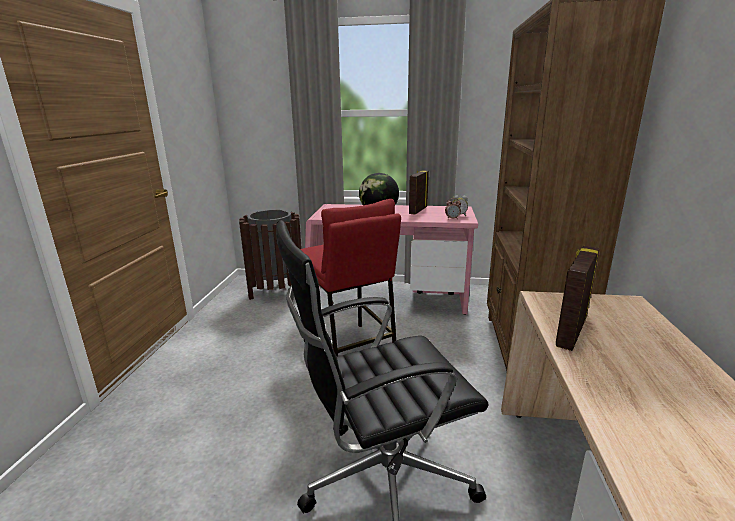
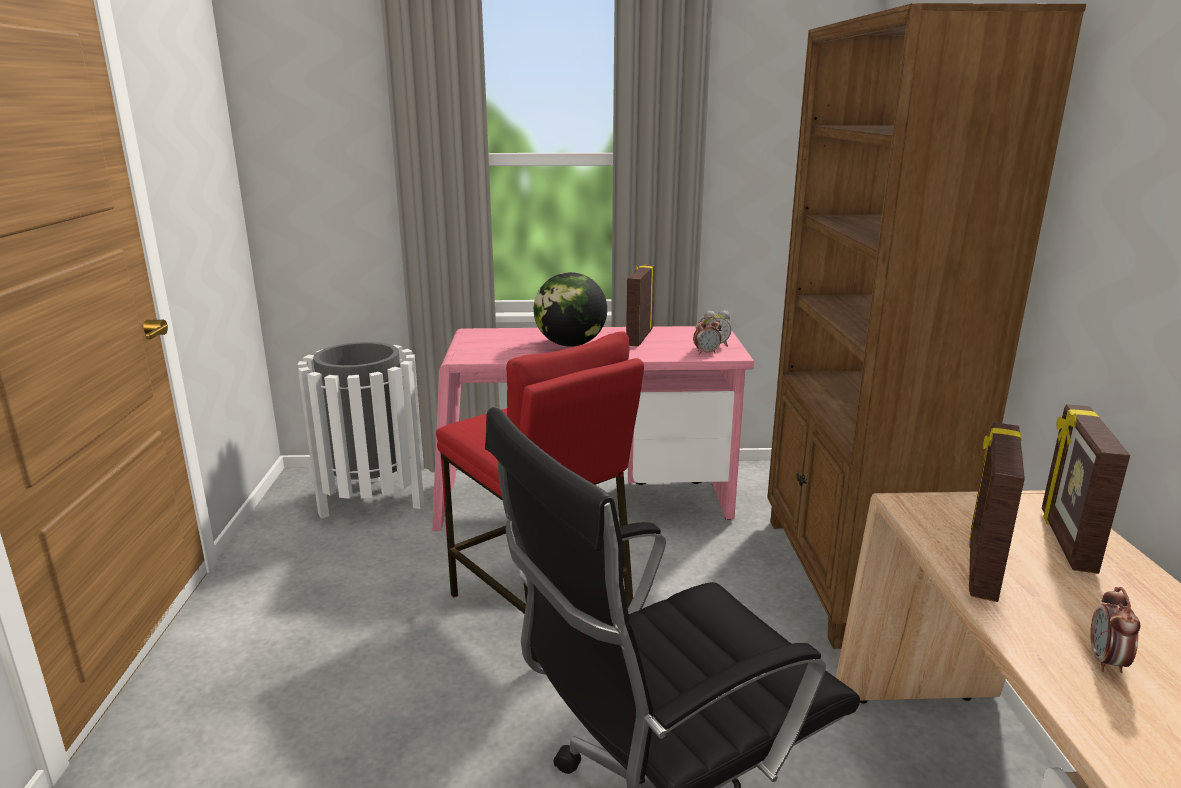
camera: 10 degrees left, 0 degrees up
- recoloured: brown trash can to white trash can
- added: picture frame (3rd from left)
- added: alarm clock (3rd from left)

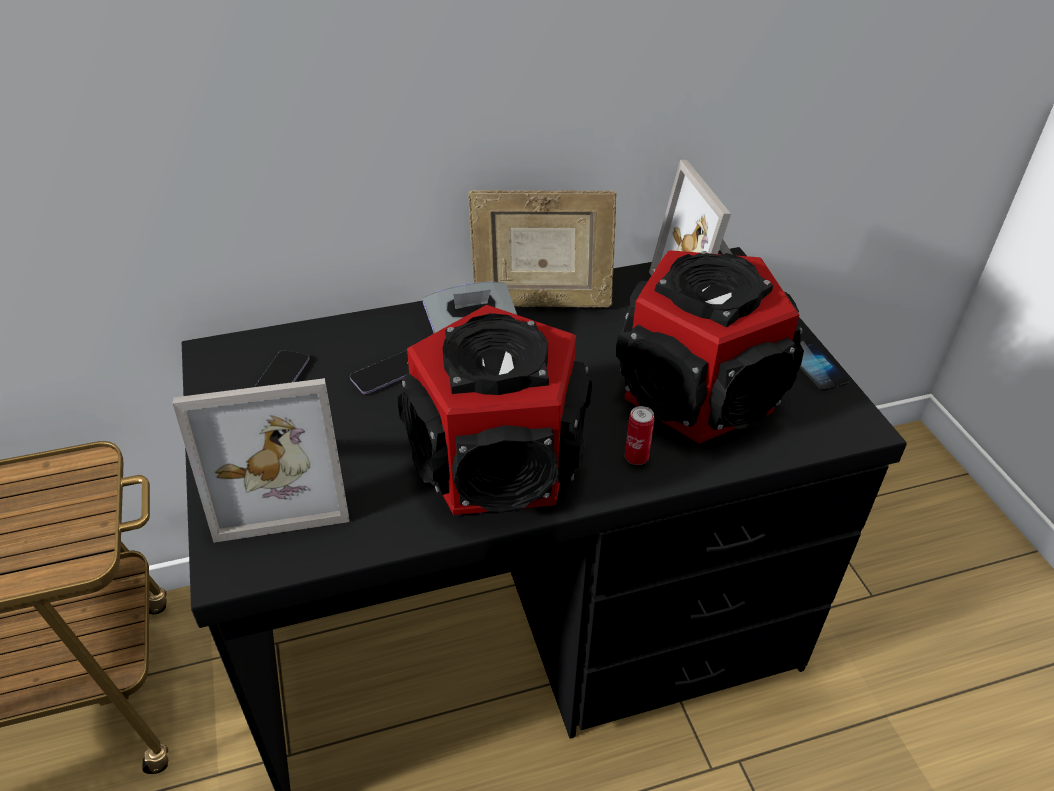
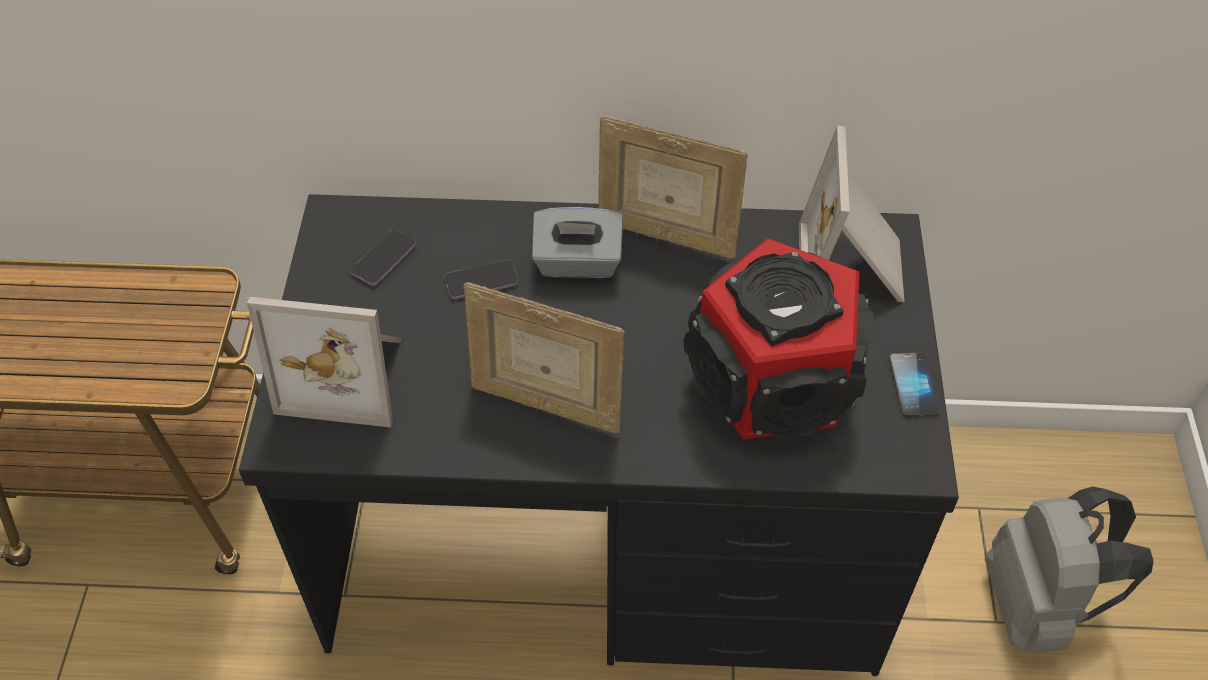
camera: 20 degrees right, 10 degrees up
- replaced: speaker (1st from left) to picture frame (2nd from left)
- removed: can
- added: grey backpack

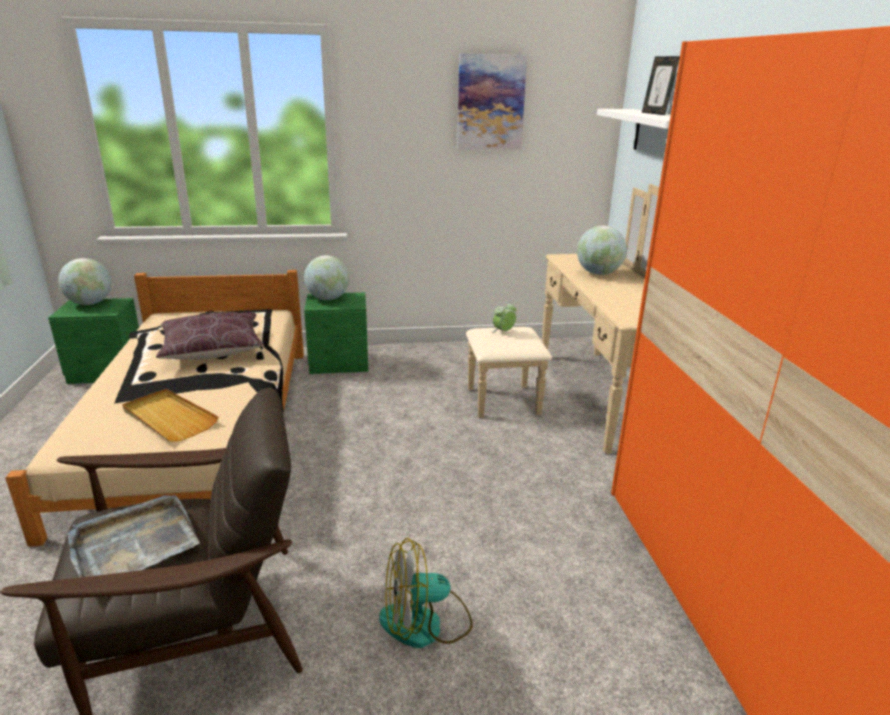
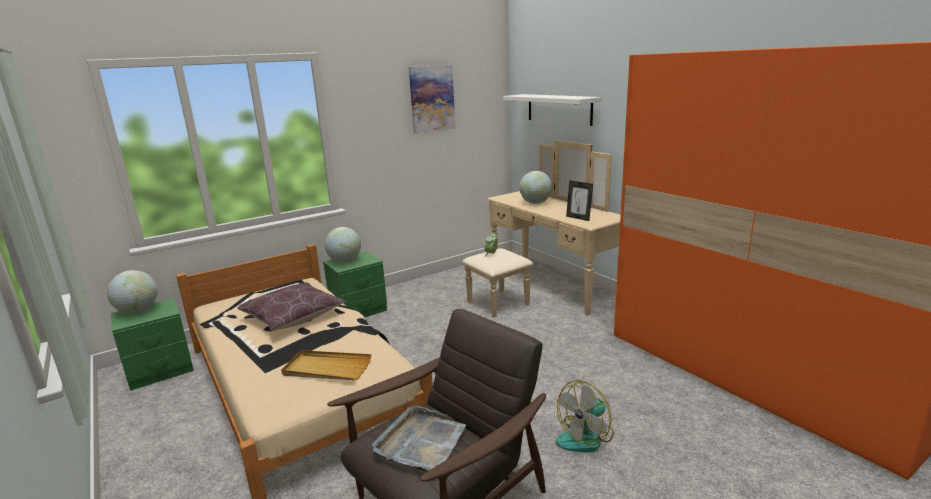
camera: 25 degrees left, 5 degrees down
- moved: picture frame

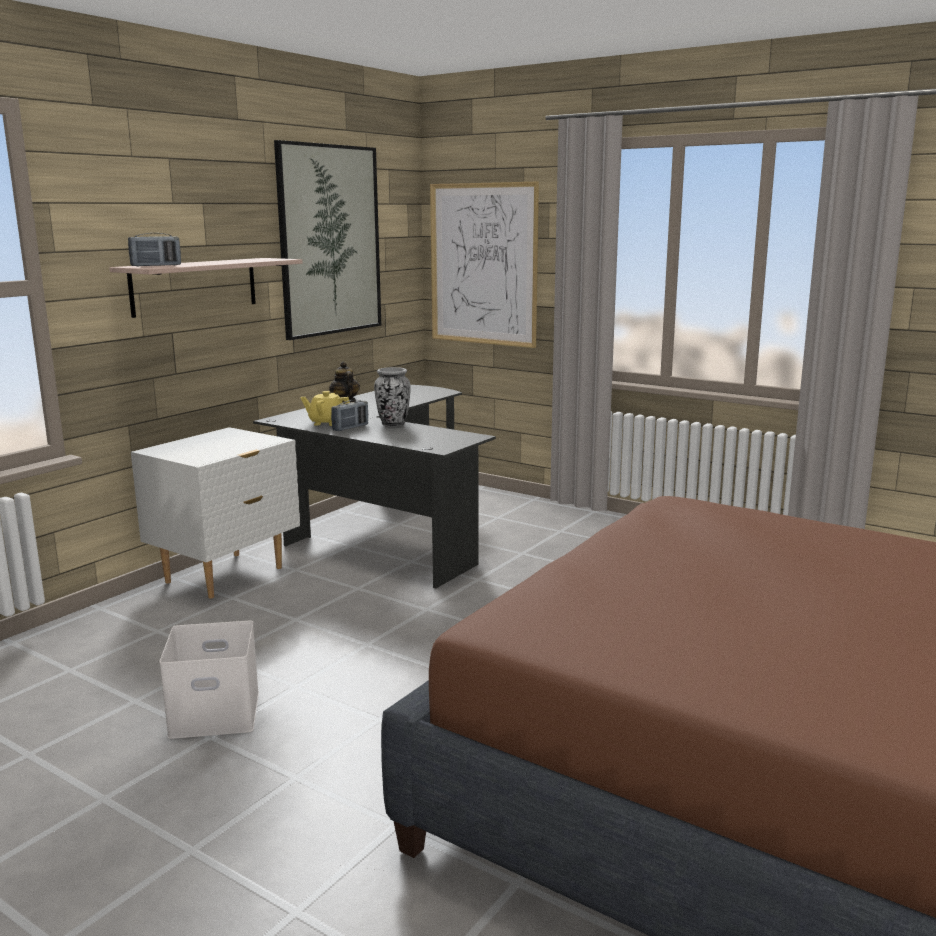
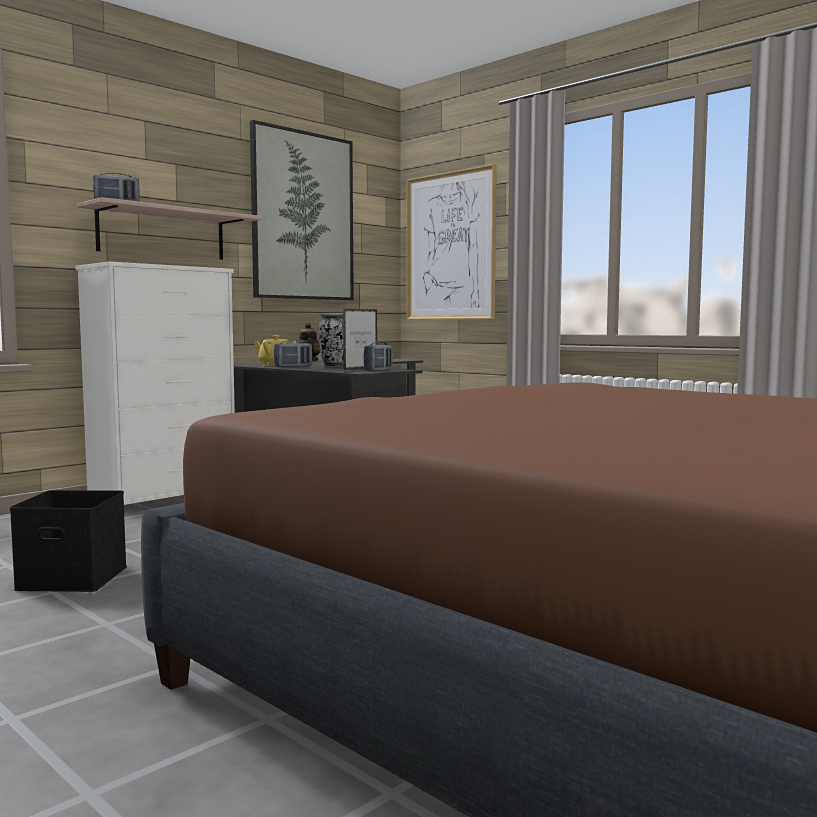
camera: 10 degrees right, 10 degrees down
- replaced: white nightstand to white dresser
- recoloured: white storage box to black storage box
- added: picture frame
- added: radio (3rd from left)

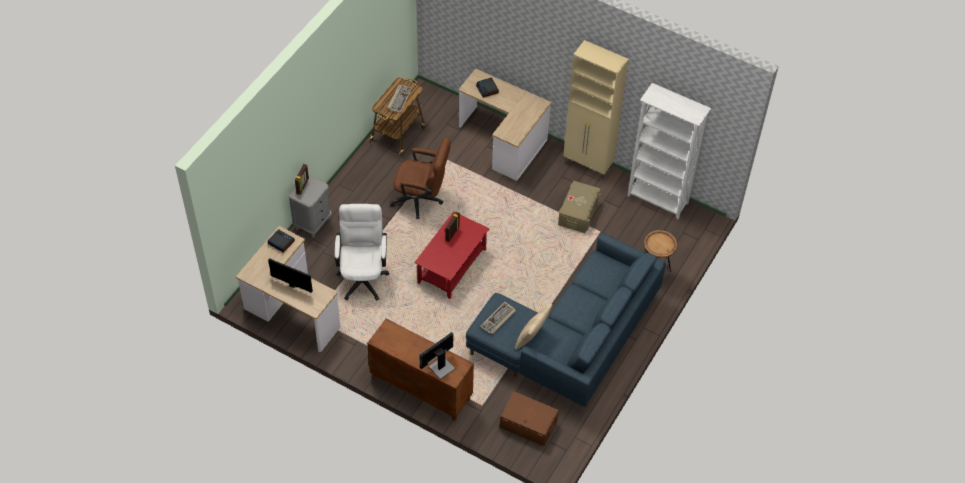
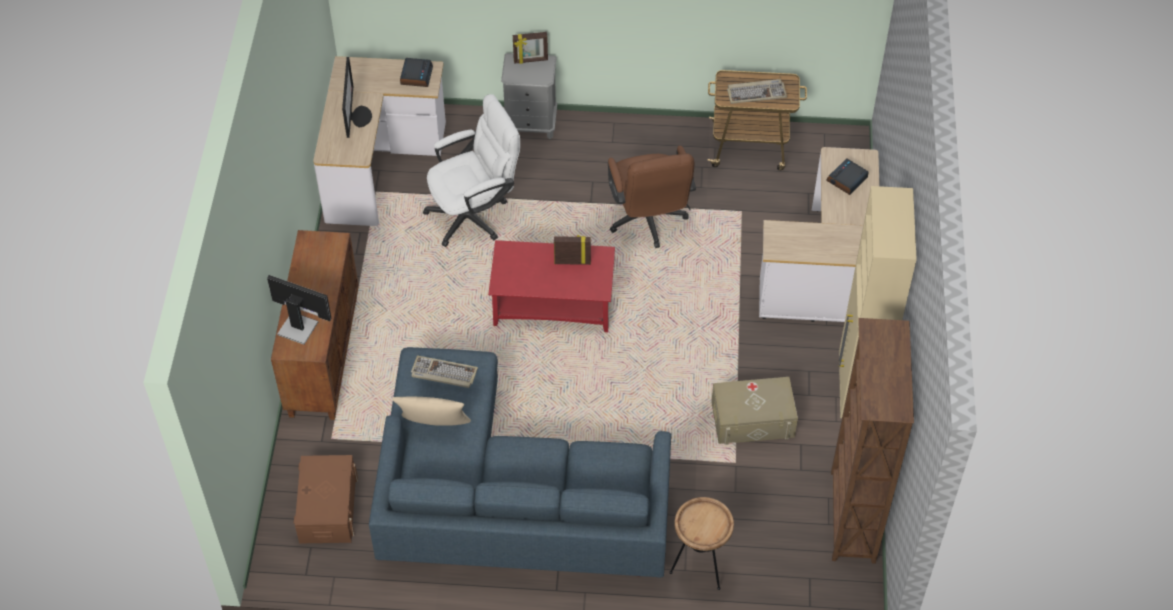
camera: 65 degrees right, 0 degrees up
- recoloured: white bookcase to brown bookcase

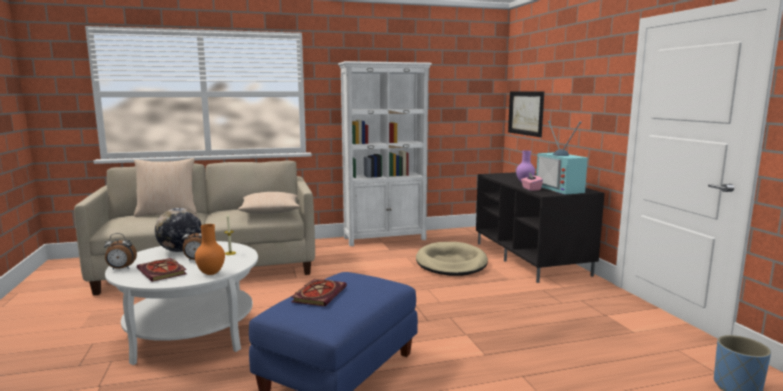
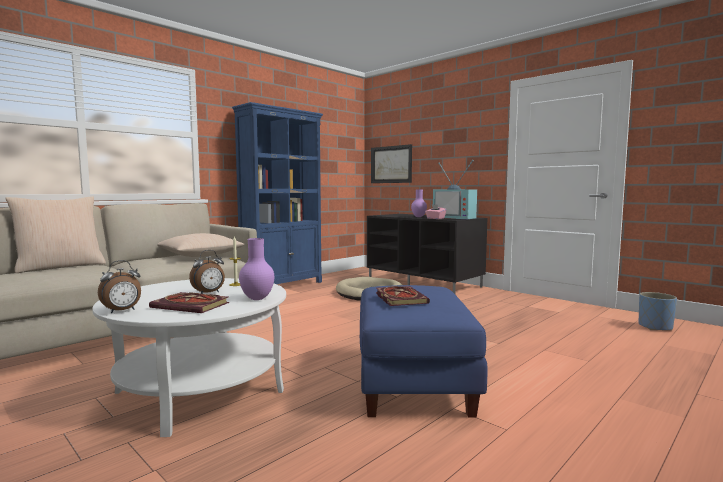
camera: 30 degrees left, 5 degrees down
- recoloured: white bookcase to blue bookcase
- removed: globe
- recoloured: orange vase to purple vase (1st from left)

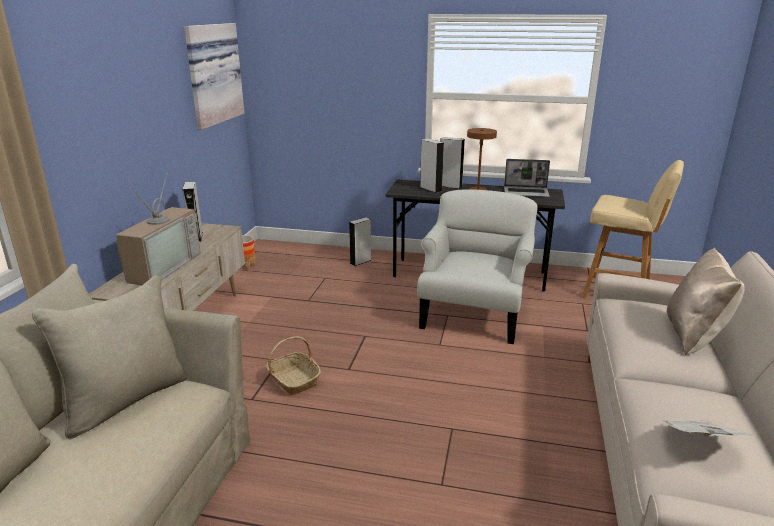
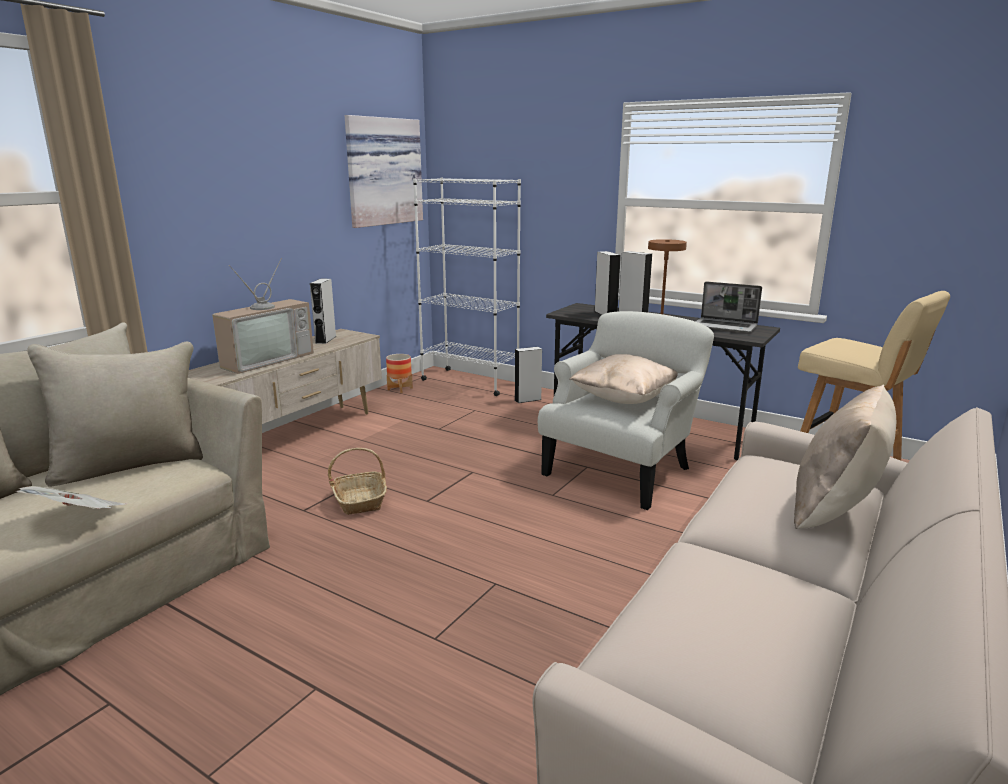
camera: 20 degrees right, 5 degrees down
- moved: newspaper
- added: white bookcase
- added: beige pillow (1st from left)

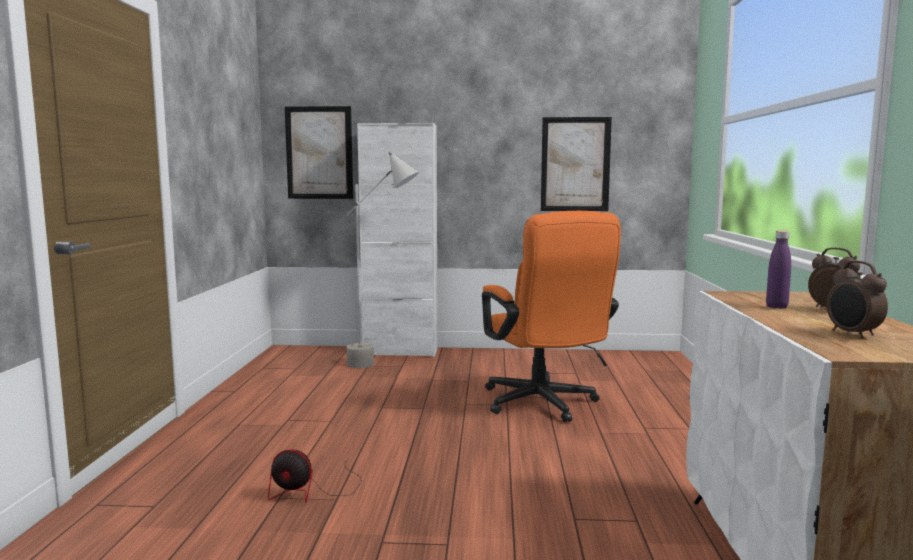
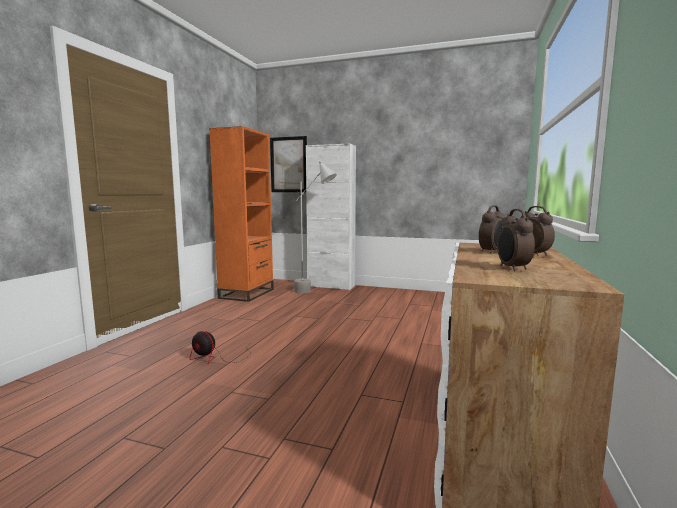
camera: 15 degrees right, 0 degrees up
- removed: picture (2nd from left)
- removed: orange office chair
- replaced: purple bottle to alarm clock (1st from left)
- added: orange bookcase

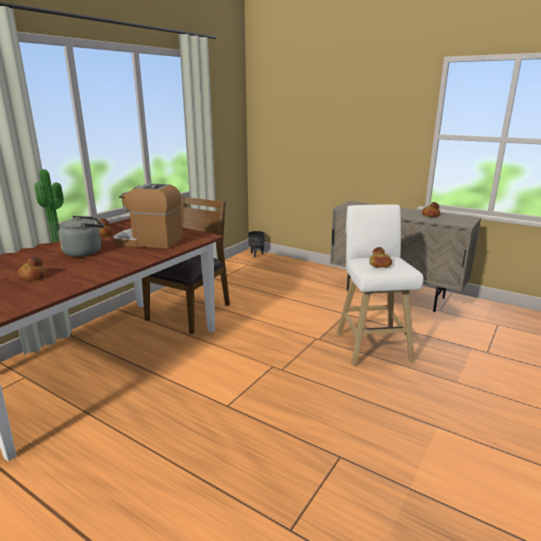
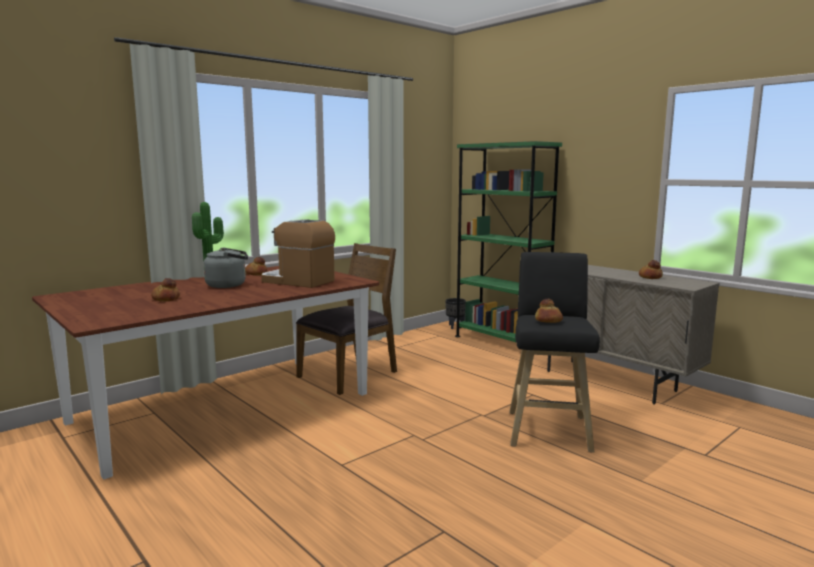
camera: 15 degrees right, 10 degrees down
- recoloured: white stool to black stool
- added: green bookcase

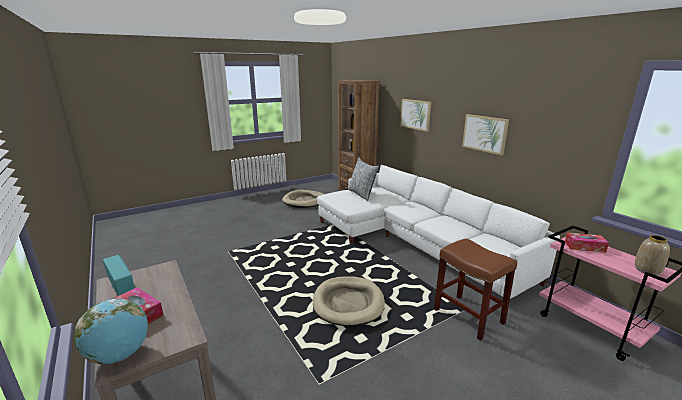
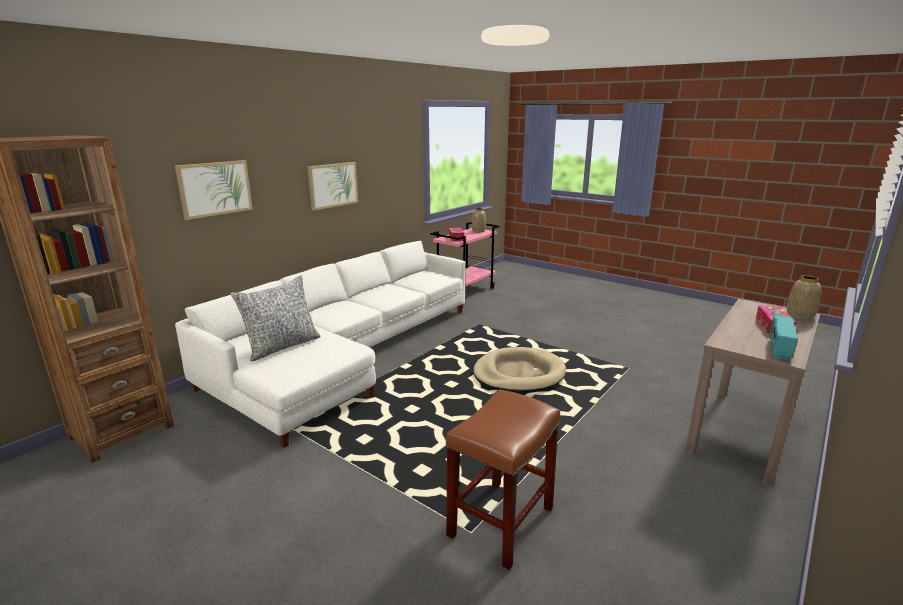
camera: 110 degrees left, 0 degrees up
- removed: beige dog bed (1st from left)
- moved: brown stool
- replaced: globe to vase (2nd from left)

